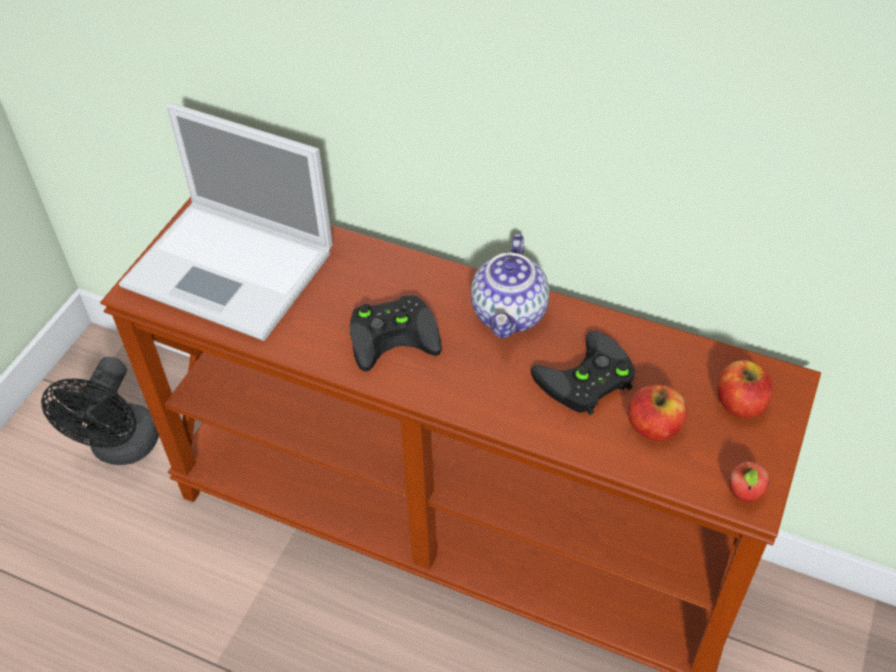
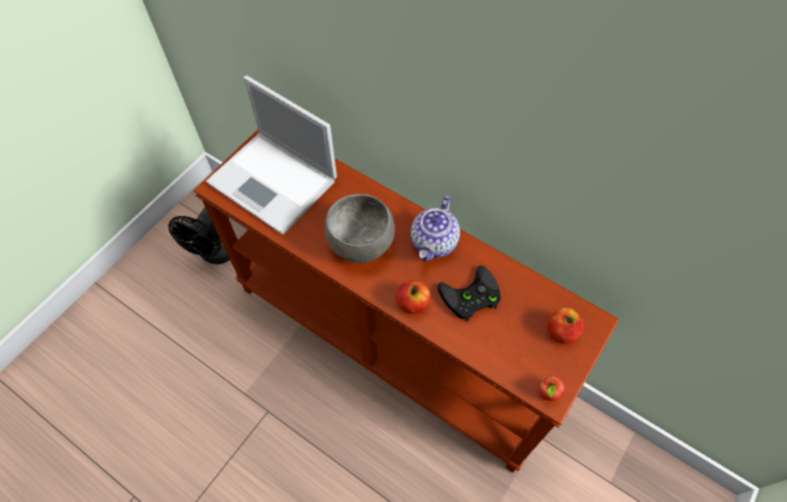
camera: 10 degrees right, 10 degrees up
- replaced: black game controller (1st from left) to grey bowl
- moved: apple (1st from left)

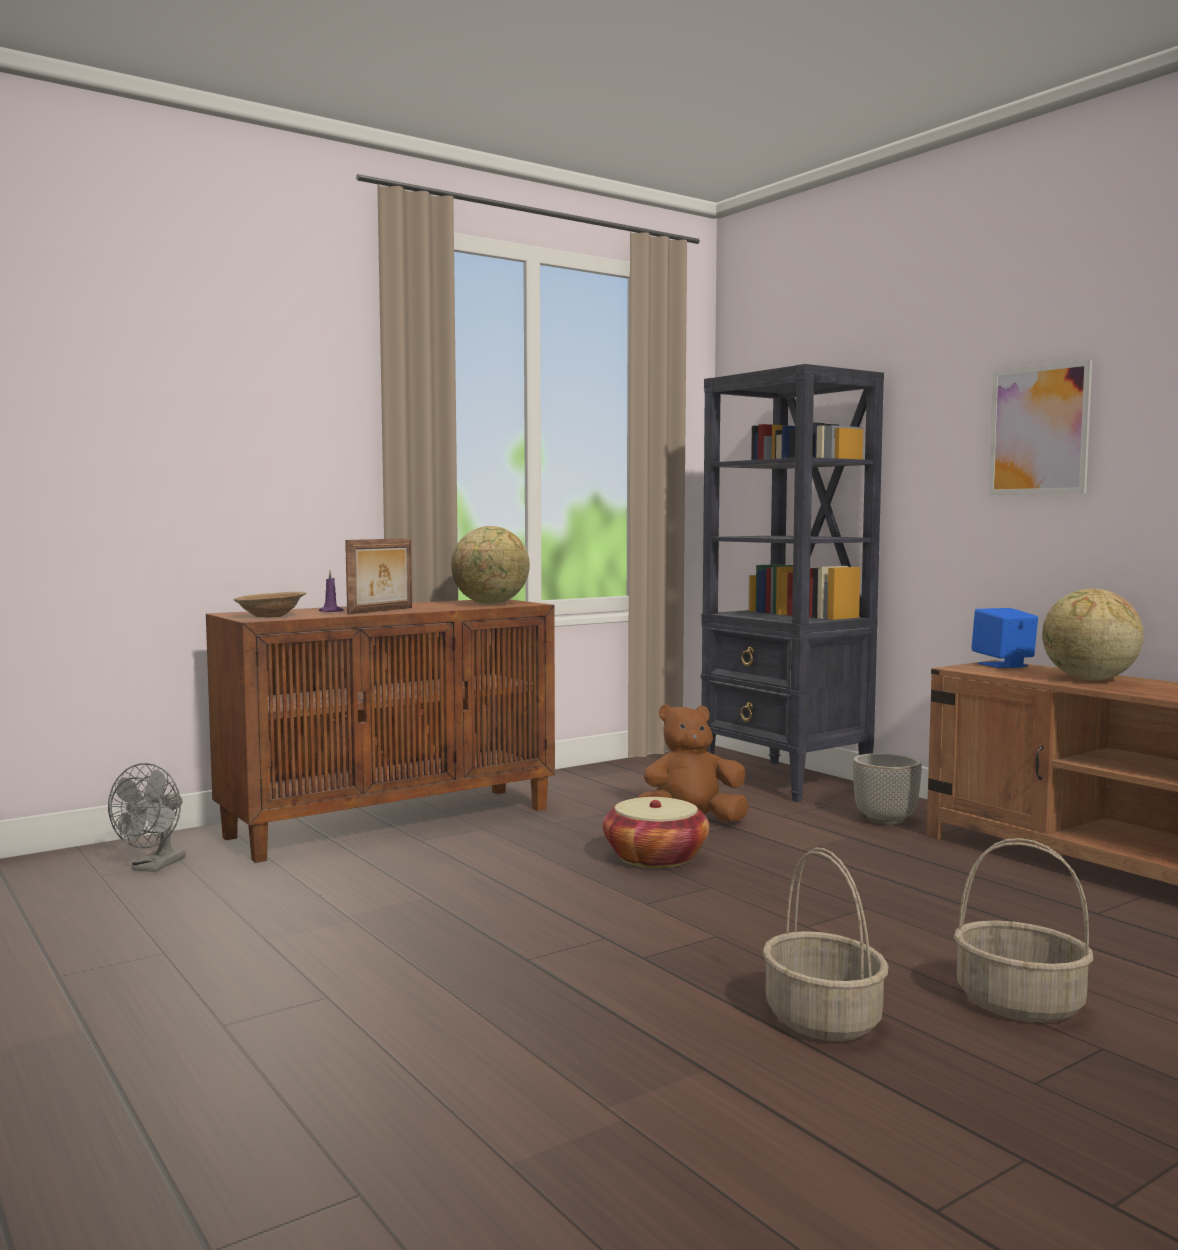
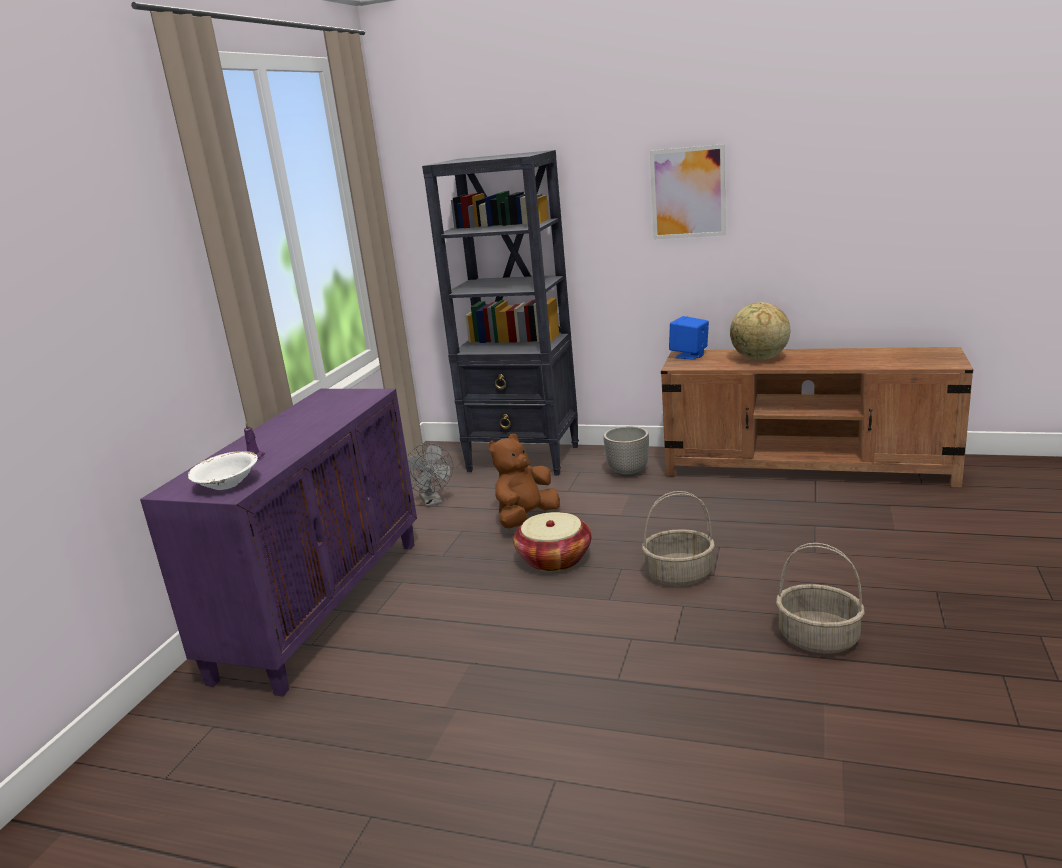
camera: 35 degrees left, 15 degrees up
- removed: globe (1st from left)
- removed: picture frame
- recoloured: brown bowl to white bowl
- recoloured: brown cabinet to purple cabinet
- moved: grey fan
- moved: basket (3rd from left in the first image) to basket (2nd from left)

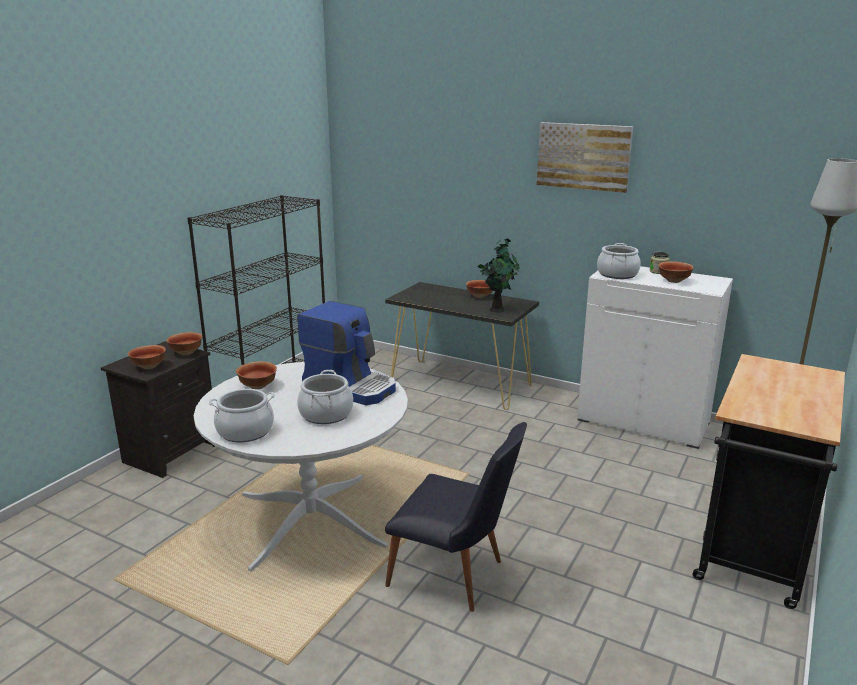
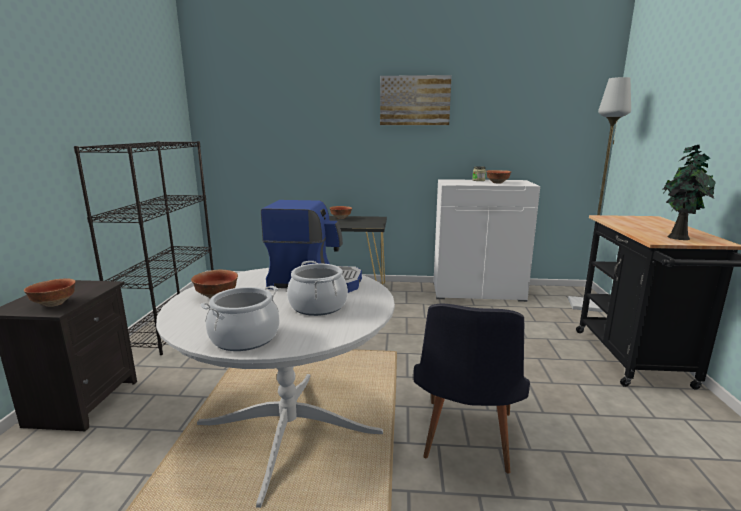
camera: 25 degrees left, 5 degrees down
- moved: potted plant
- removed: cooking pot (3rd from left)
- removed: bowl (2nd from left)
- turned: black chair 105 degrees clockwise

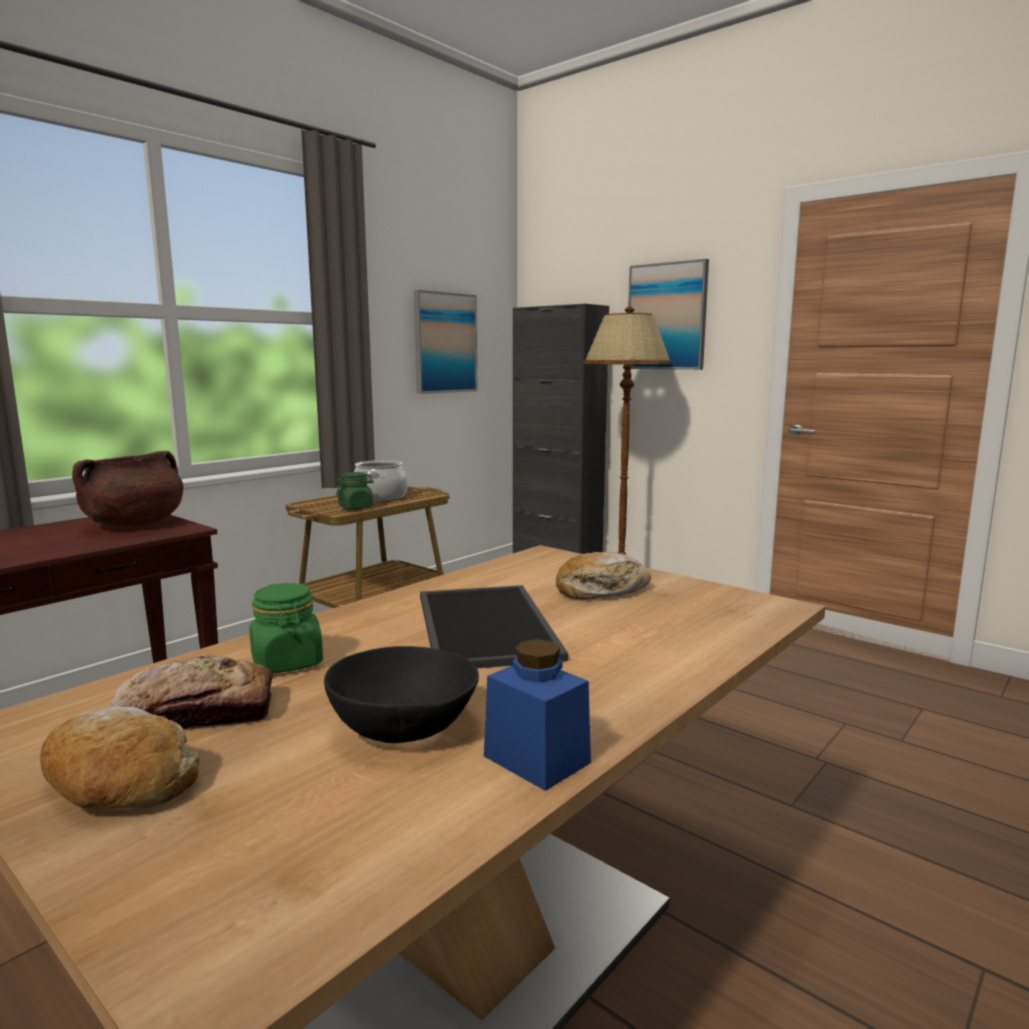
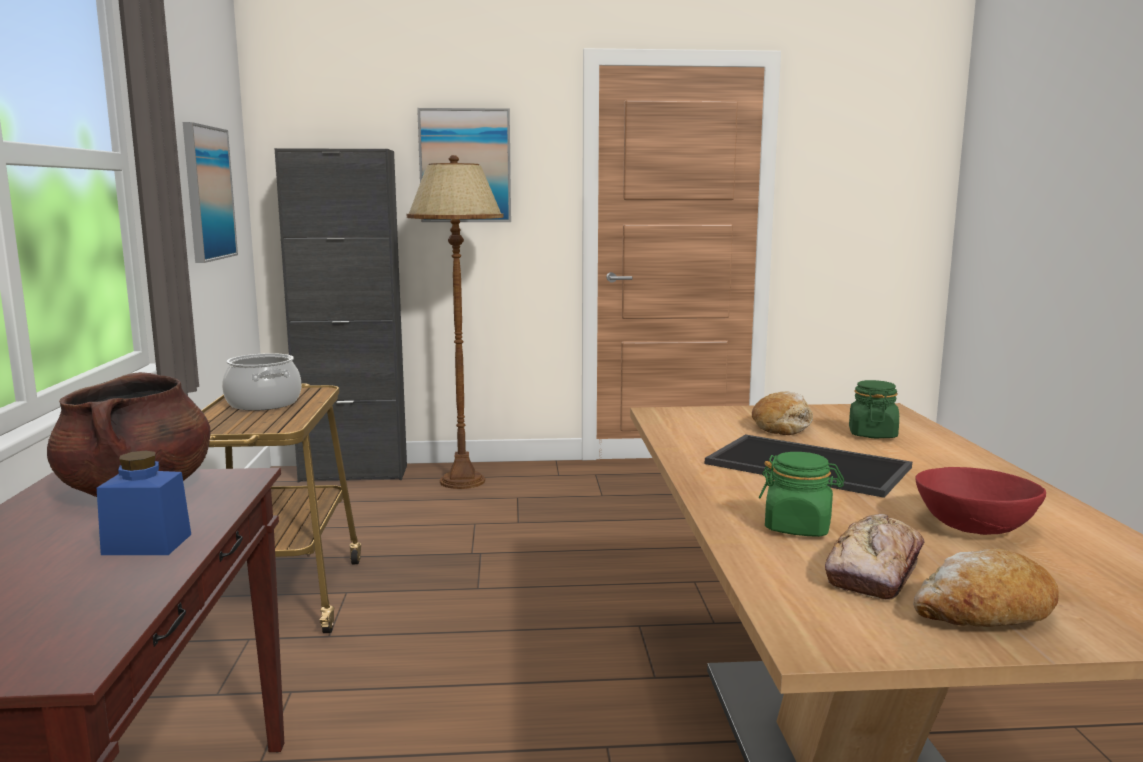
camera: 45 degrees left, 0 degrees up
- moved: green jar (2nd from left)
- moved: blue jar
- recoloured: black bowl to red bowl

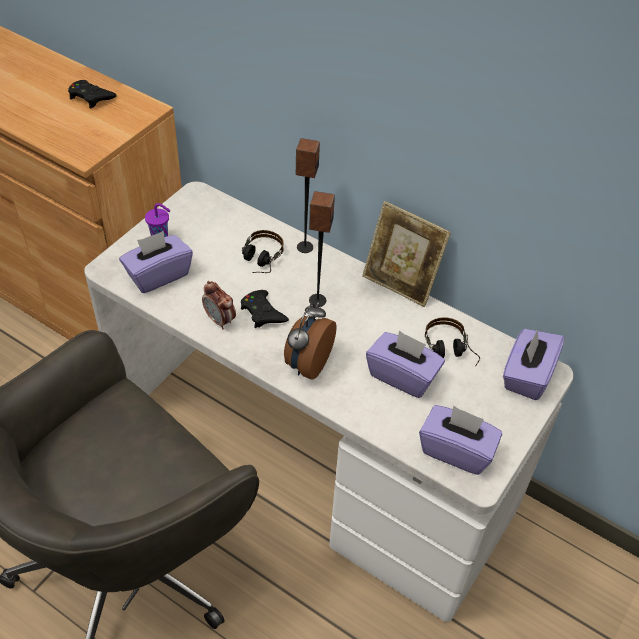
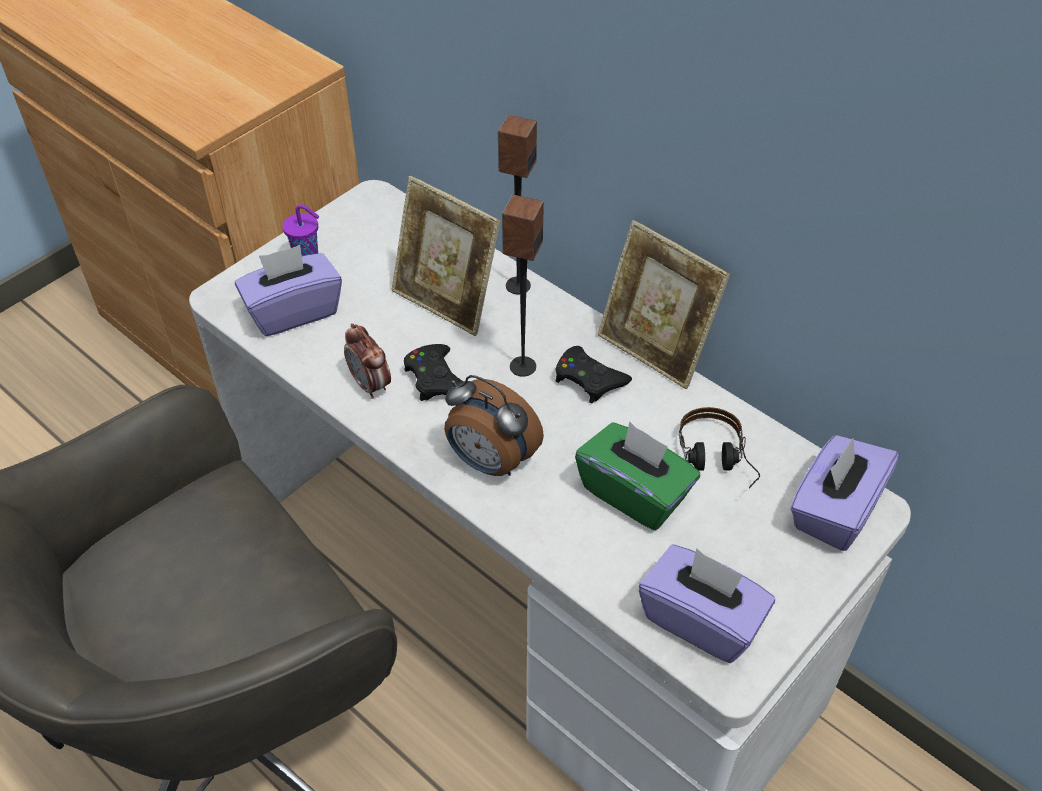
camera: 10 degrees right, 0 degrees up
- moved: black game controller (1st from left in the first image) to black game controller (2nd from left)
- replaced: headphones (1st from left) to picture frame (1st from left)
- turned: alarm clock (2nd from left) 90 degrees counterclockwise
- recoloured: purple tissue box (2nd from left) to green tissue box

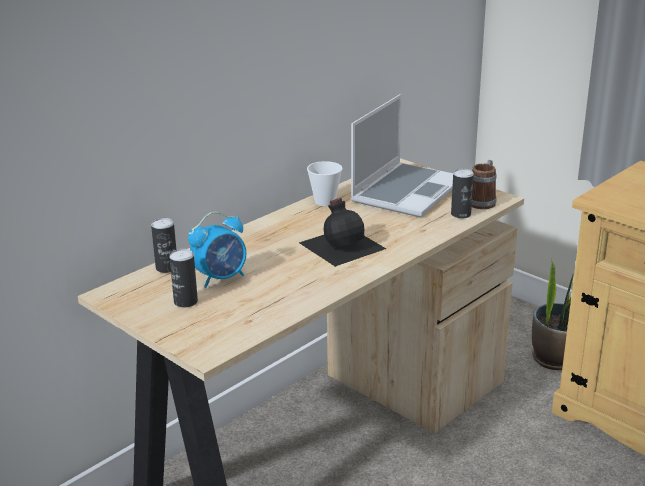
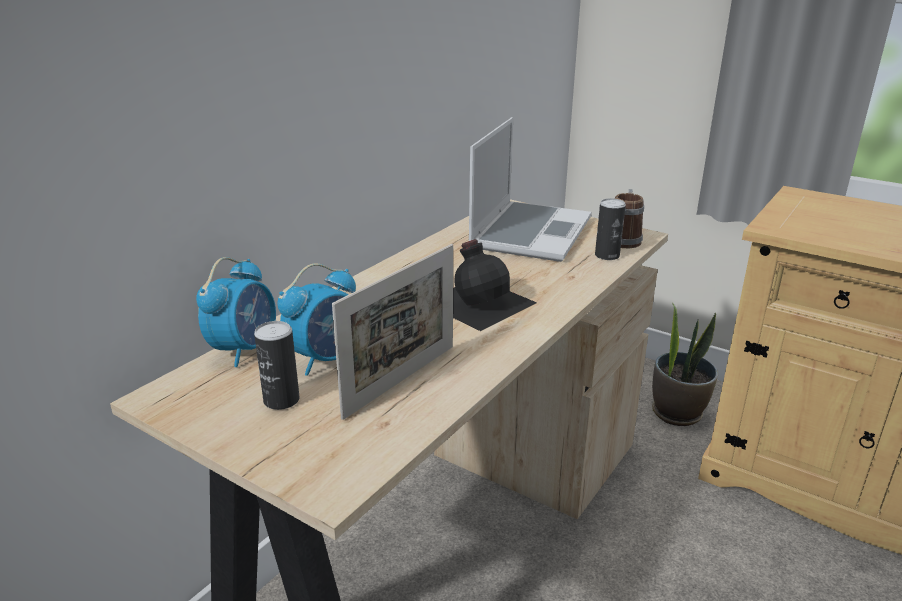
camera: 10 degrees left, 0 degrees up
- removed: cup
- replaced: can (1st from left) to alarm clock (1st from left)
- added: picture frame

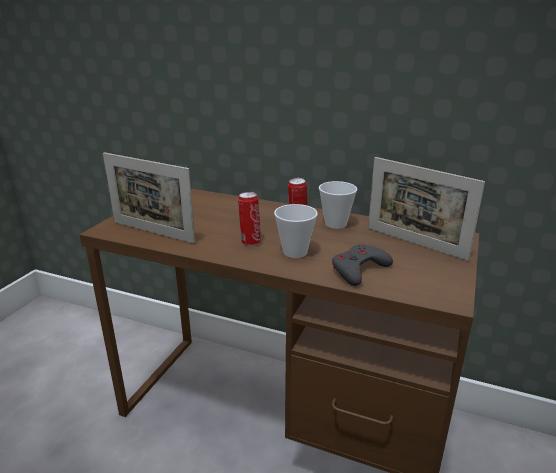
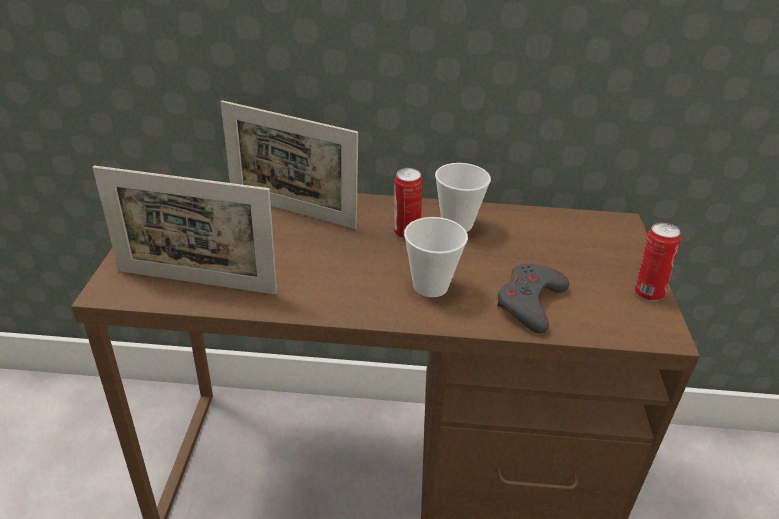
camera: 20 degrees left, 10 degrees up
- moved: picture frame (2nd from left)
- moved: can (1st from left in the first image) to can (2nd from left)

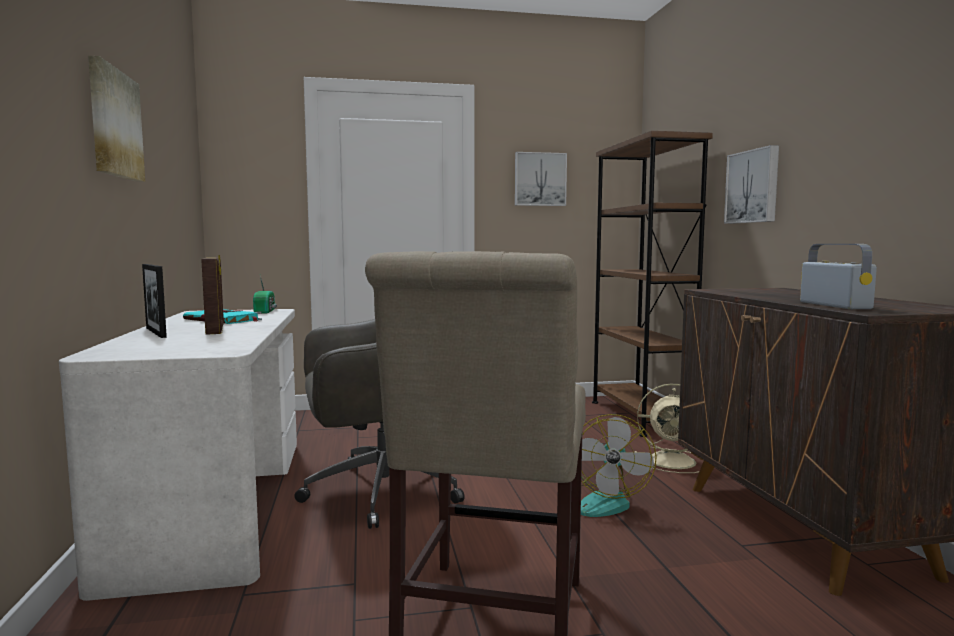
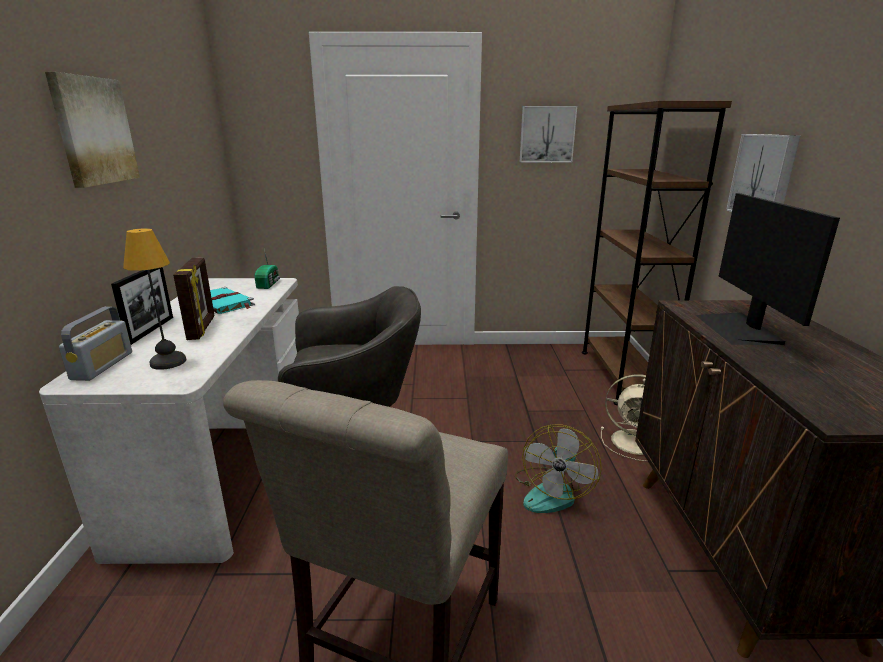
camera: 10 degrees right, 15 degrees up
- moved: radio (2nd from left in the first image) to radio (1st from left)
- turned: picture frame (1st from left) 150 degrees counterclockwise
- added: monitor
- added: table lamp

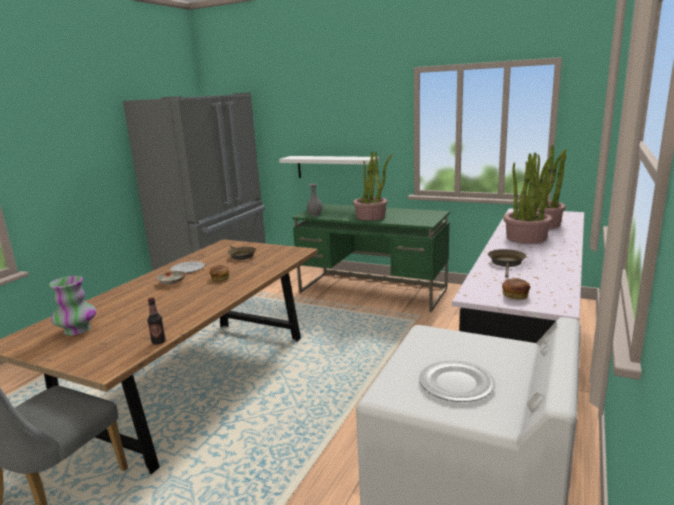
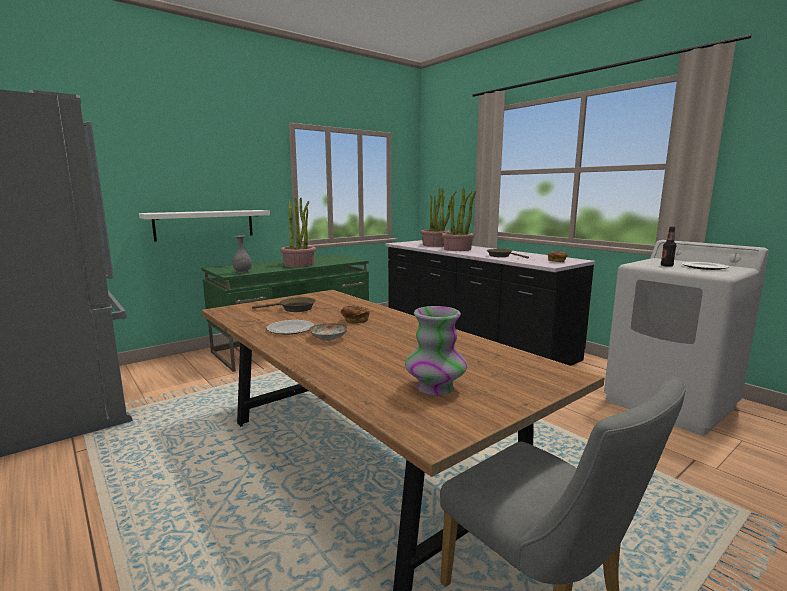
camera: 65 degrees left, 5 degrees down
- moved: bottle

